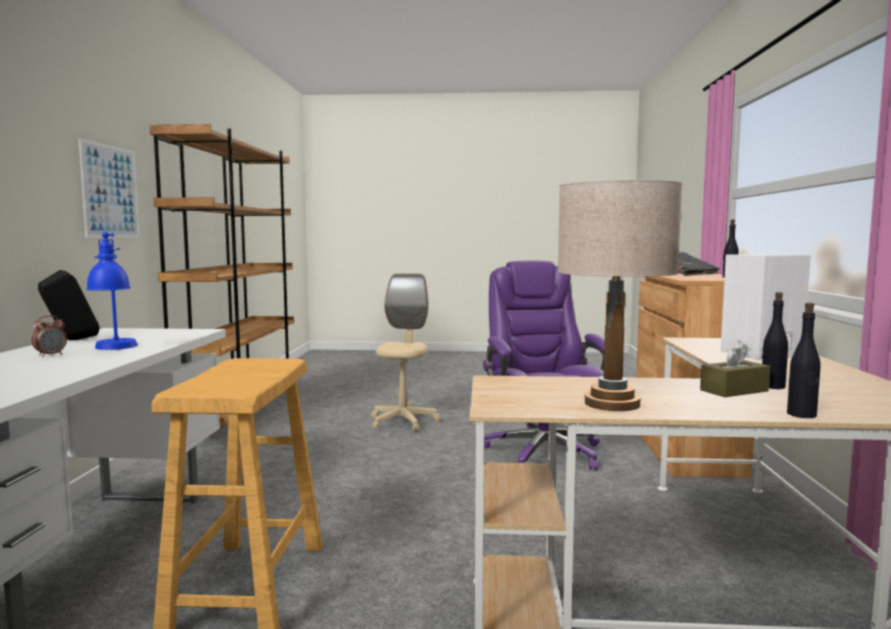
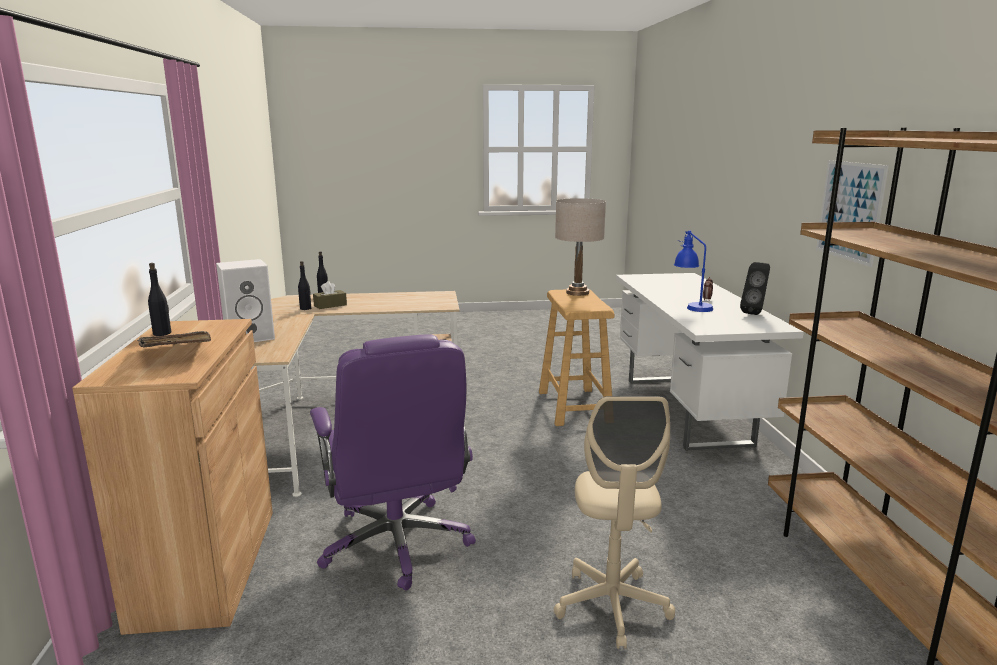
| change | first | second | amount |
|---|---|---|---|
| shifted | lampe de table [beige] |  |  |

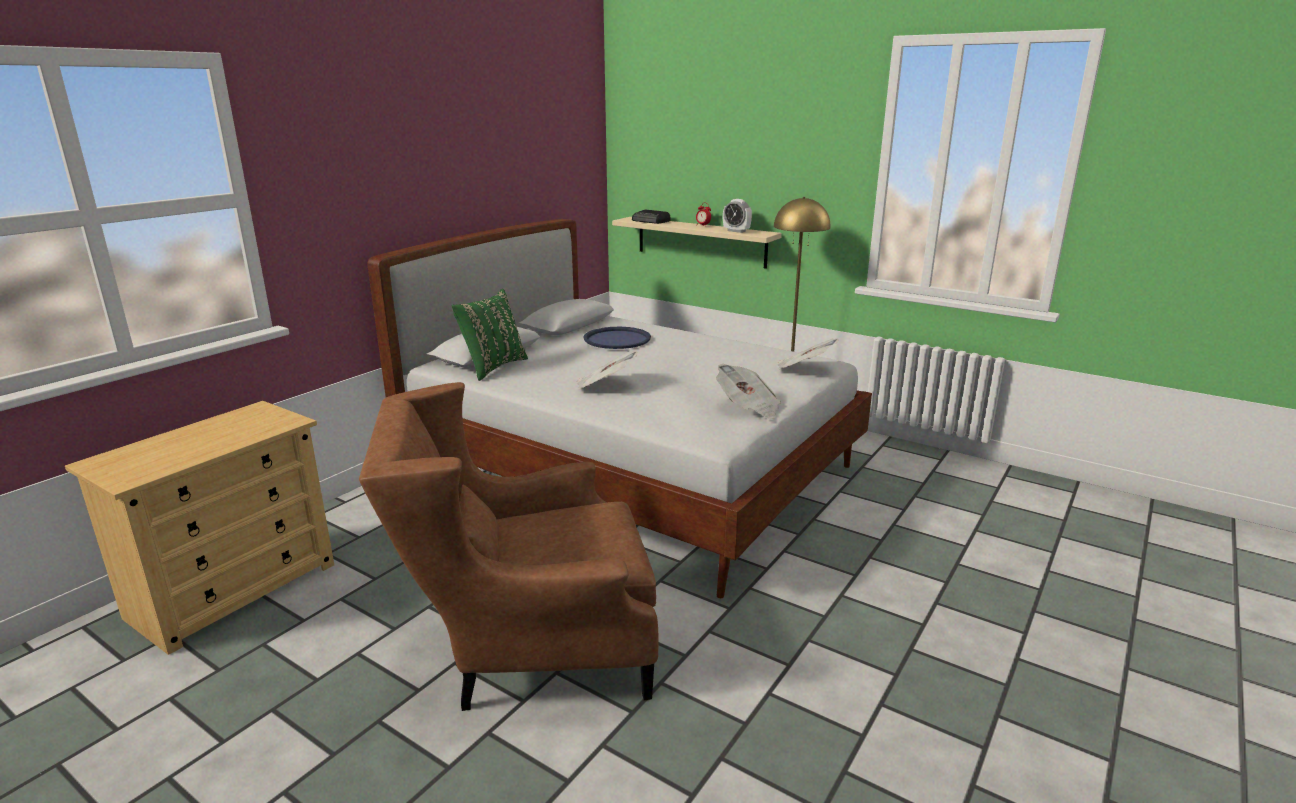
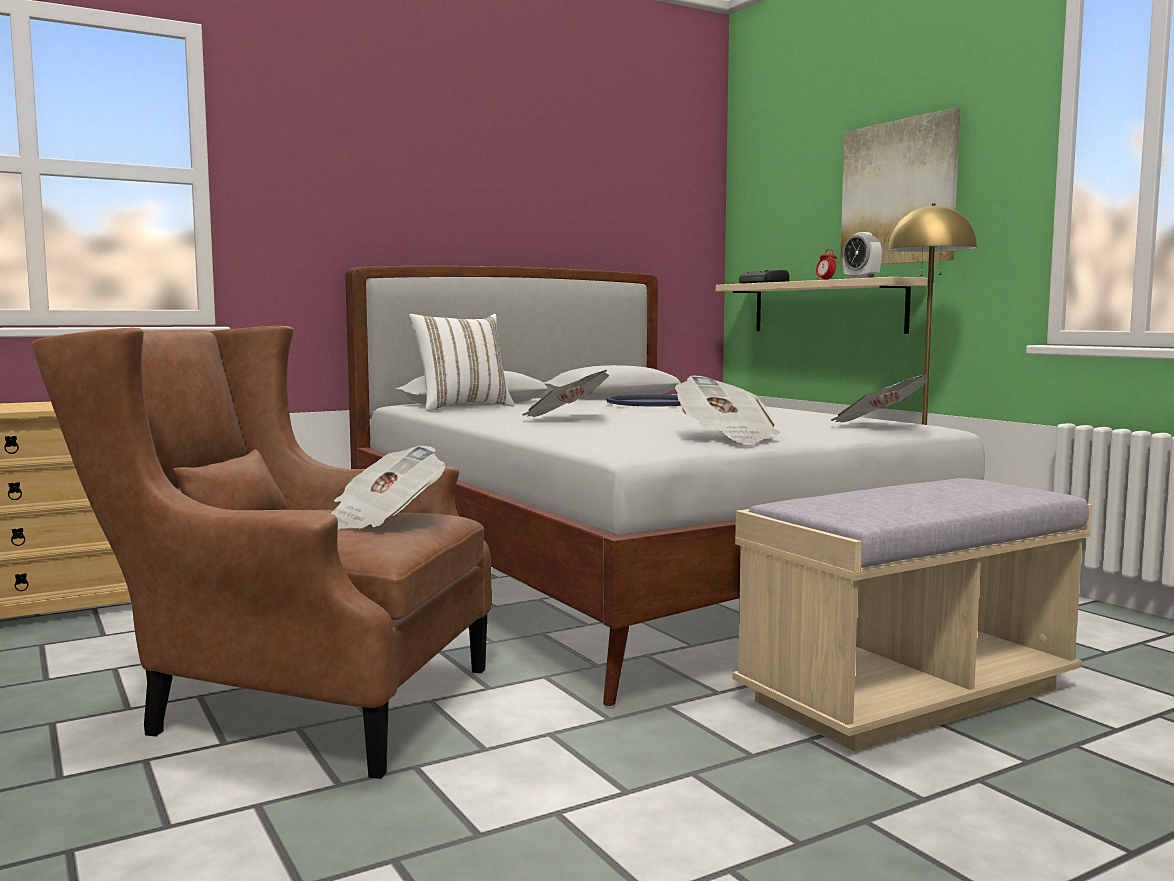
| change | first | second | amount |
|---|---|---|---|
| new |  | journal (no. 1 from left) |  |
| repainted | coussin [vert] | coussin [blanc] |  |
| new |  | banc [beige] |  |
| new |  | tableau |  |

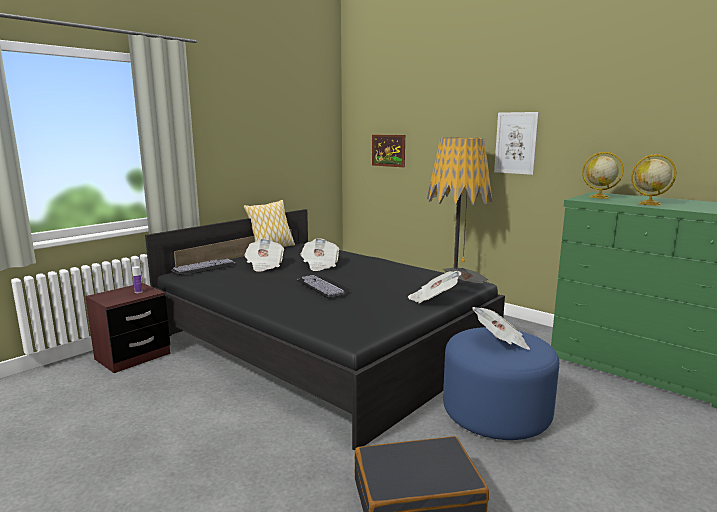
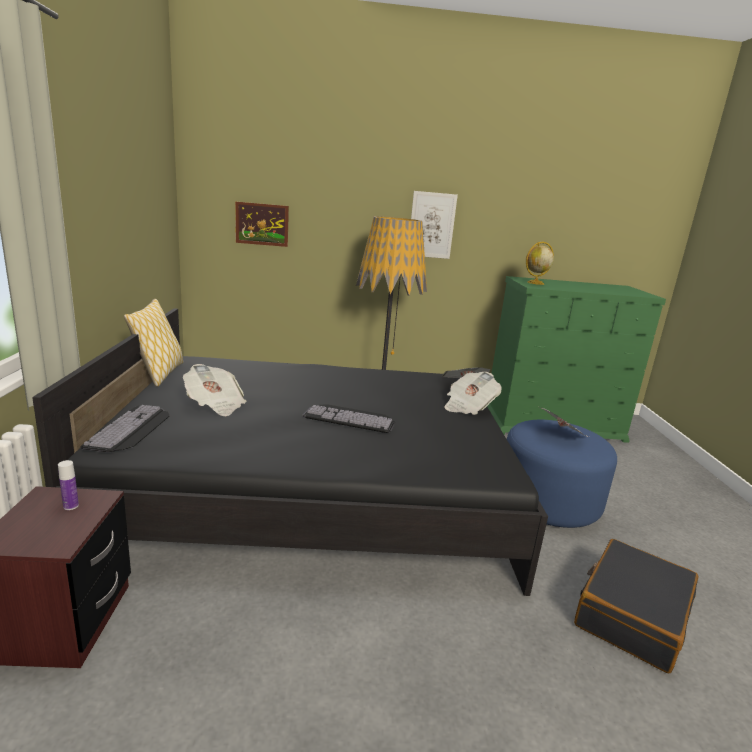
| change | first | second | amount |
|---|---|---|---|
| gone | journal (no. 2 from left) |  |  |
| gone | globe (no. 2 from left) |  |  |

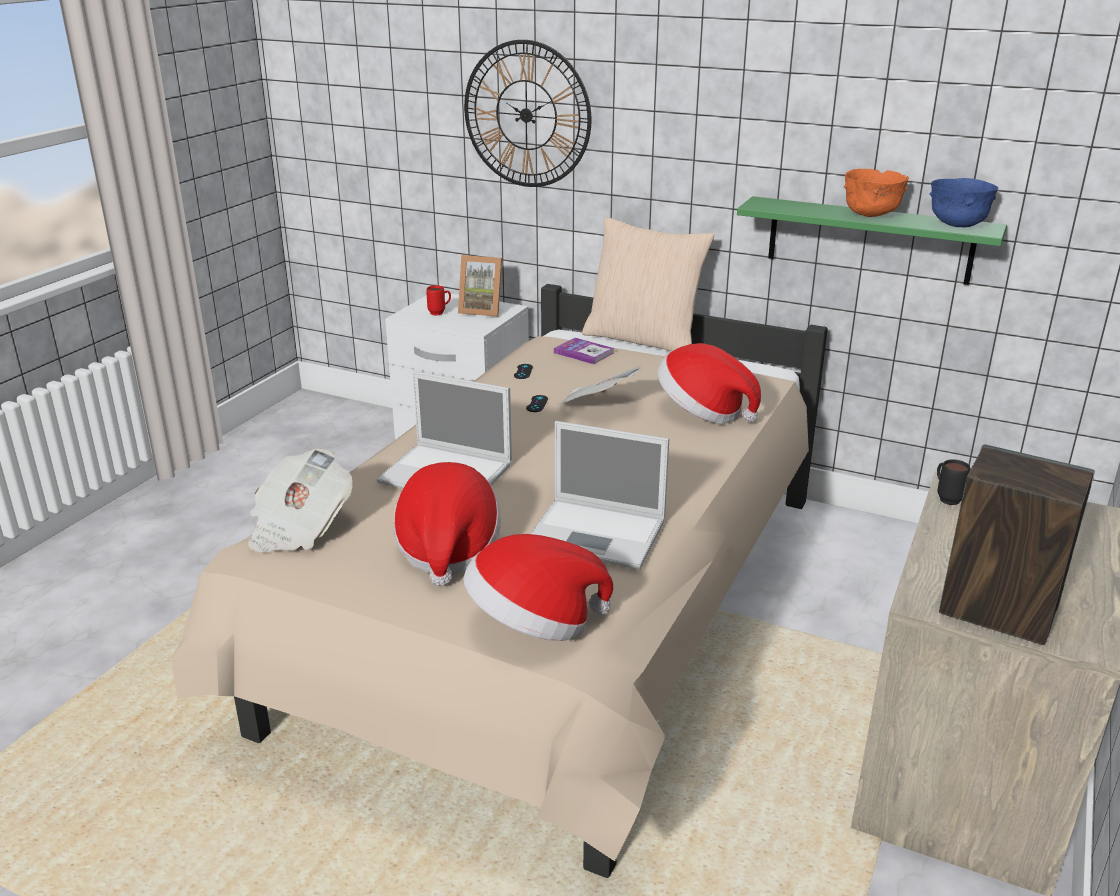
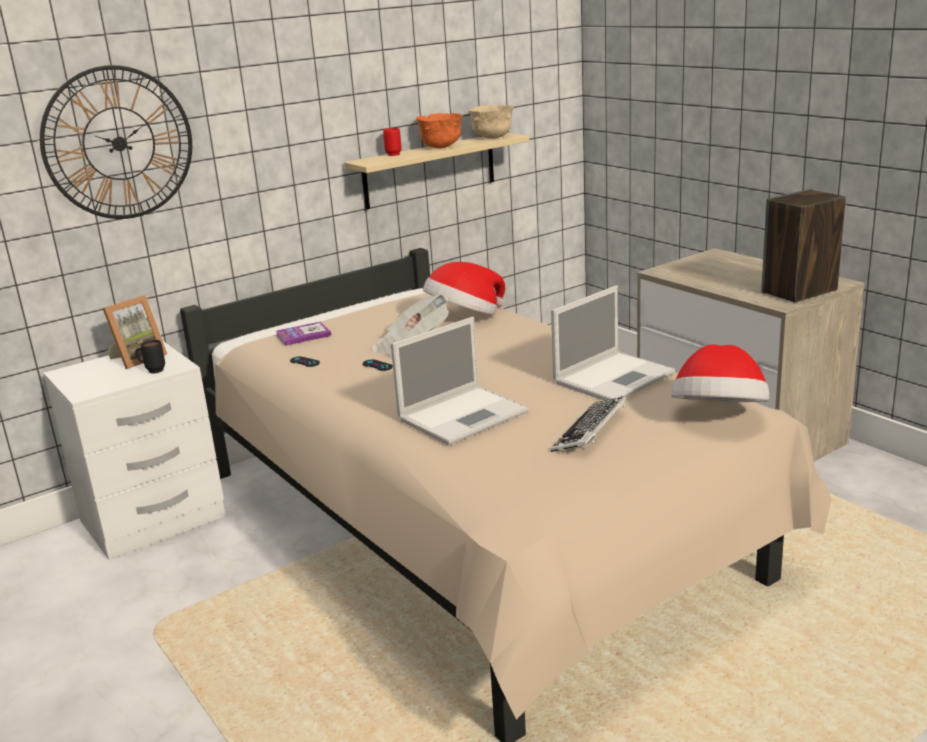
| change | first | second | amount |
|---|---|---|---|
| shifted | mug [noir] |  |  |
| repainted | étagère [vert] | étagère [beige] |  |
| shifted | mug [rouge] |  |  |
| repainted | bol [bleu] | bol [beige] |  |
| swapped | chapeau (no. 1 from left) | clavier |  |
| gone | journal (no. 1 from left) |  |  |
| gone | coussin [beige] |  |  |

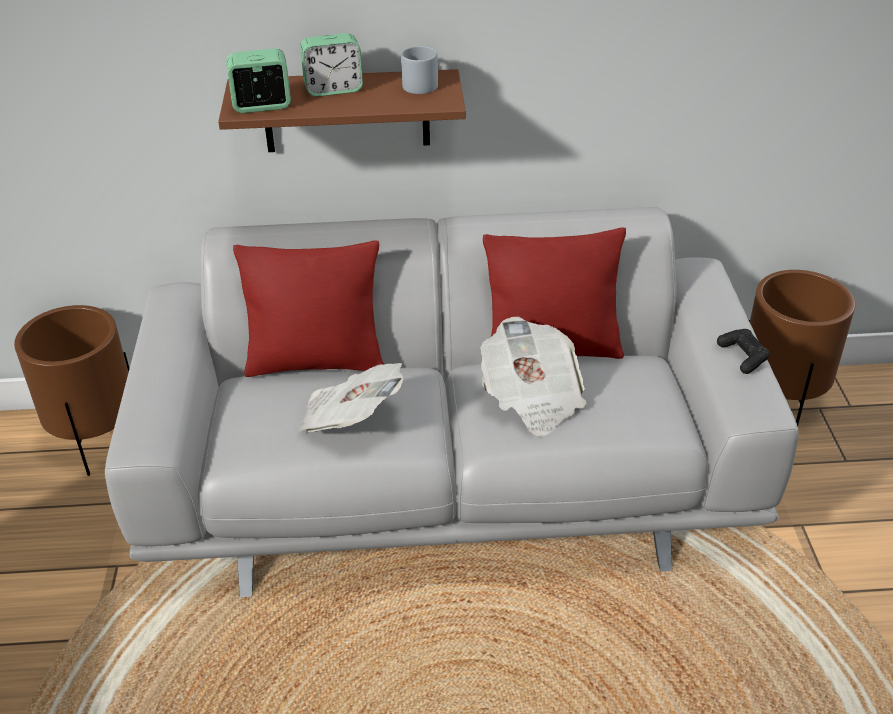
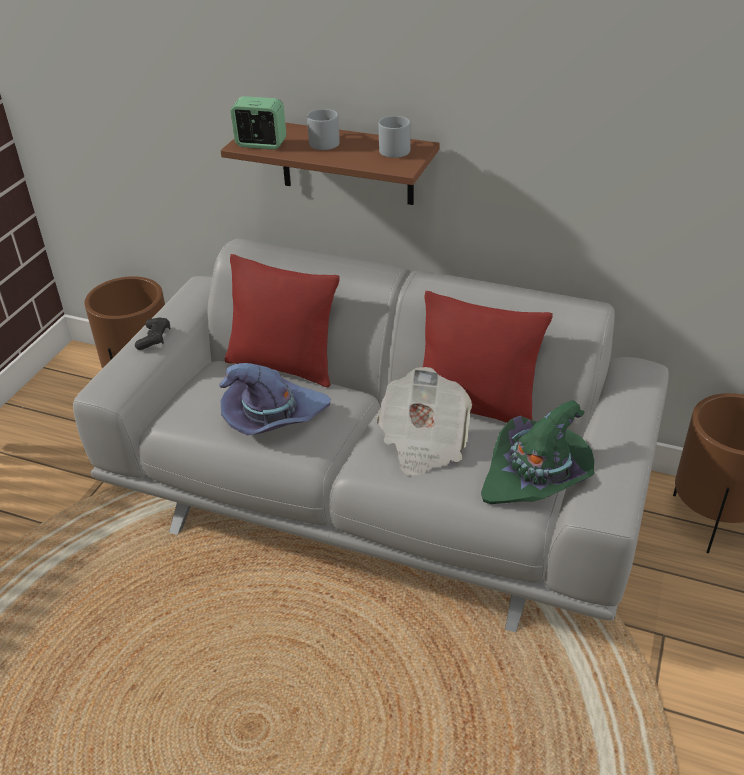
| change | first | second | amount |
|---|---|---|---|
| shifted | manette [noir] |  |  |
| swapped | journal (no. 1 from left) | chapeau [violet] |  |
| swapped | réveil (no. 2 from left) | mug [gris] (no. 1 from left) |  |
| new |  | chapeau [vert] |  |

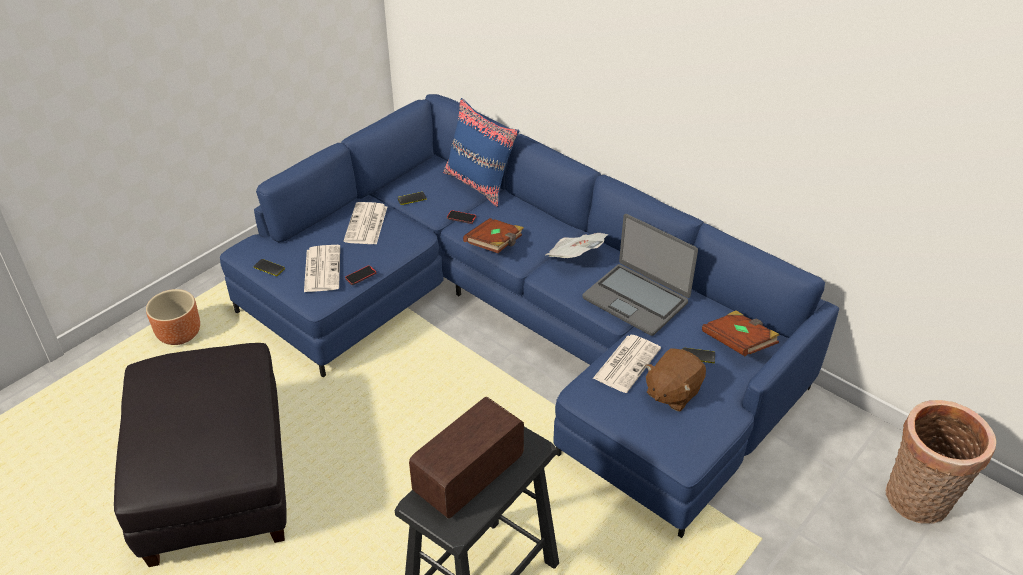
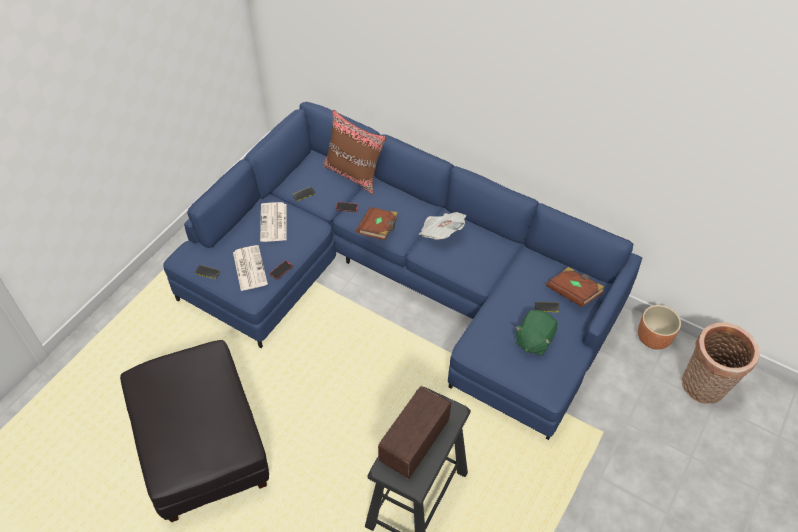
| change | first | second | amount |
|---|---|---|---|
| repainted | coussin [bleu] | coussin [marron] |  |
| repainted | peluche [marron] | peluche [vert] |  |
| shifted | cache-pot [marron] |  |  |
| gone | ordinateur portable |  |  |
| gone | journal (no. 4 from left) |  |  |

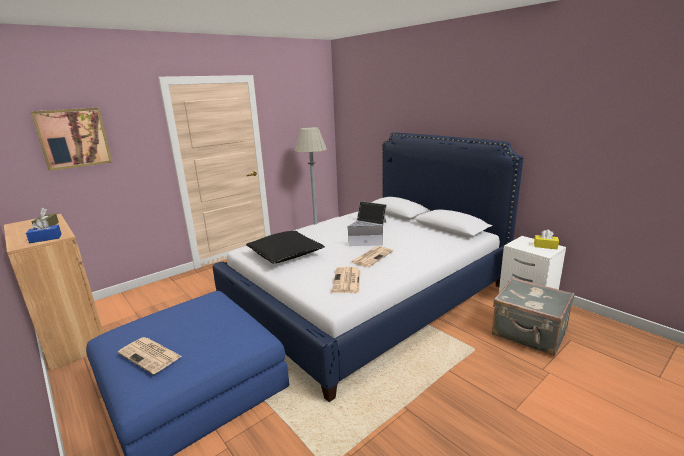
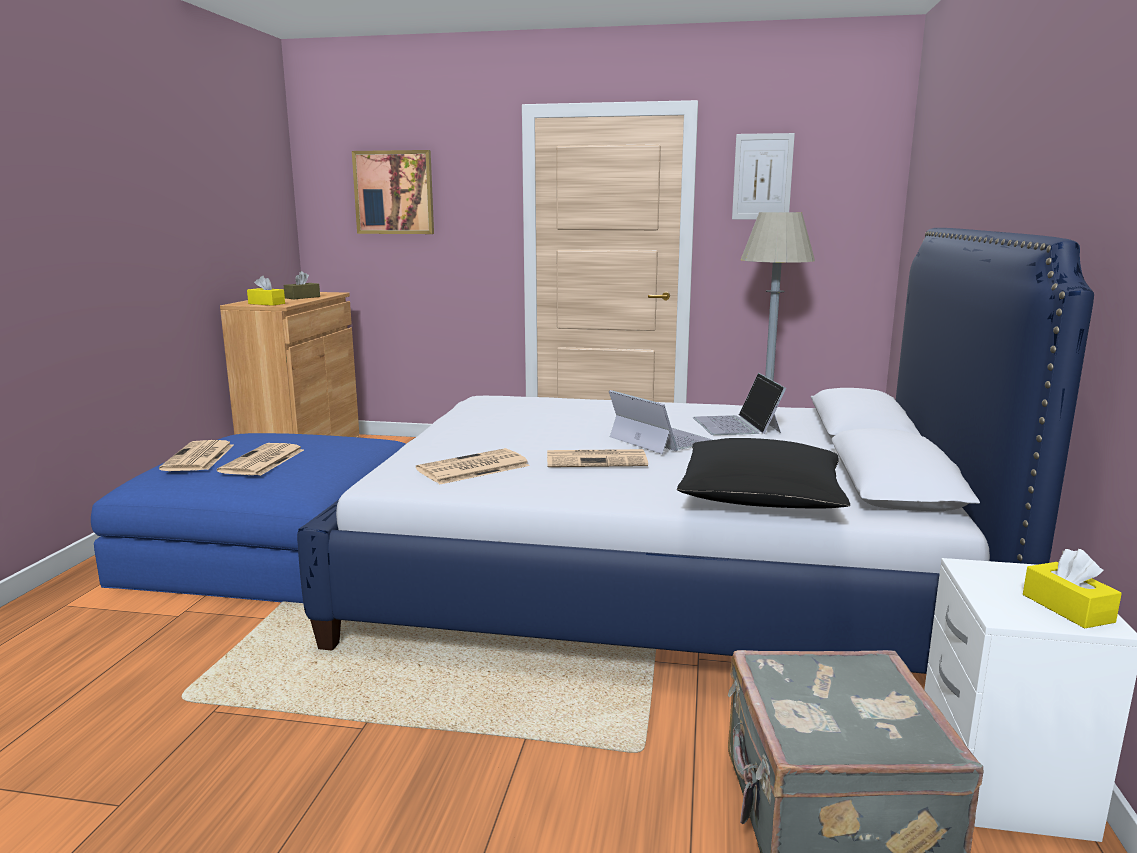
| change | first | second | amount |
|---|---|---|---|
| new |  | journal (no. 2 from left) |  |
| repainted | boîte à mouchoirs [bleu] | boîte à mouchoirs [jaune] (no. 1 from left) |  |
| shifted | coussin [noir] |  |  |
| new |  | tableau (no. 2 from left) |  |

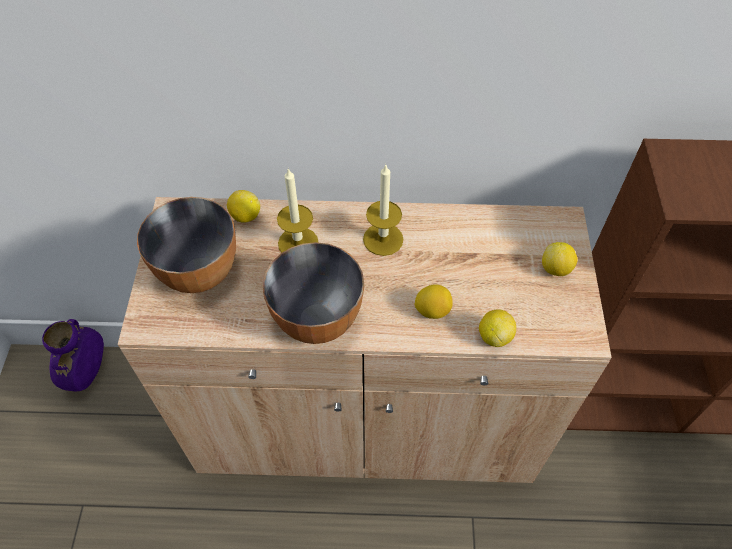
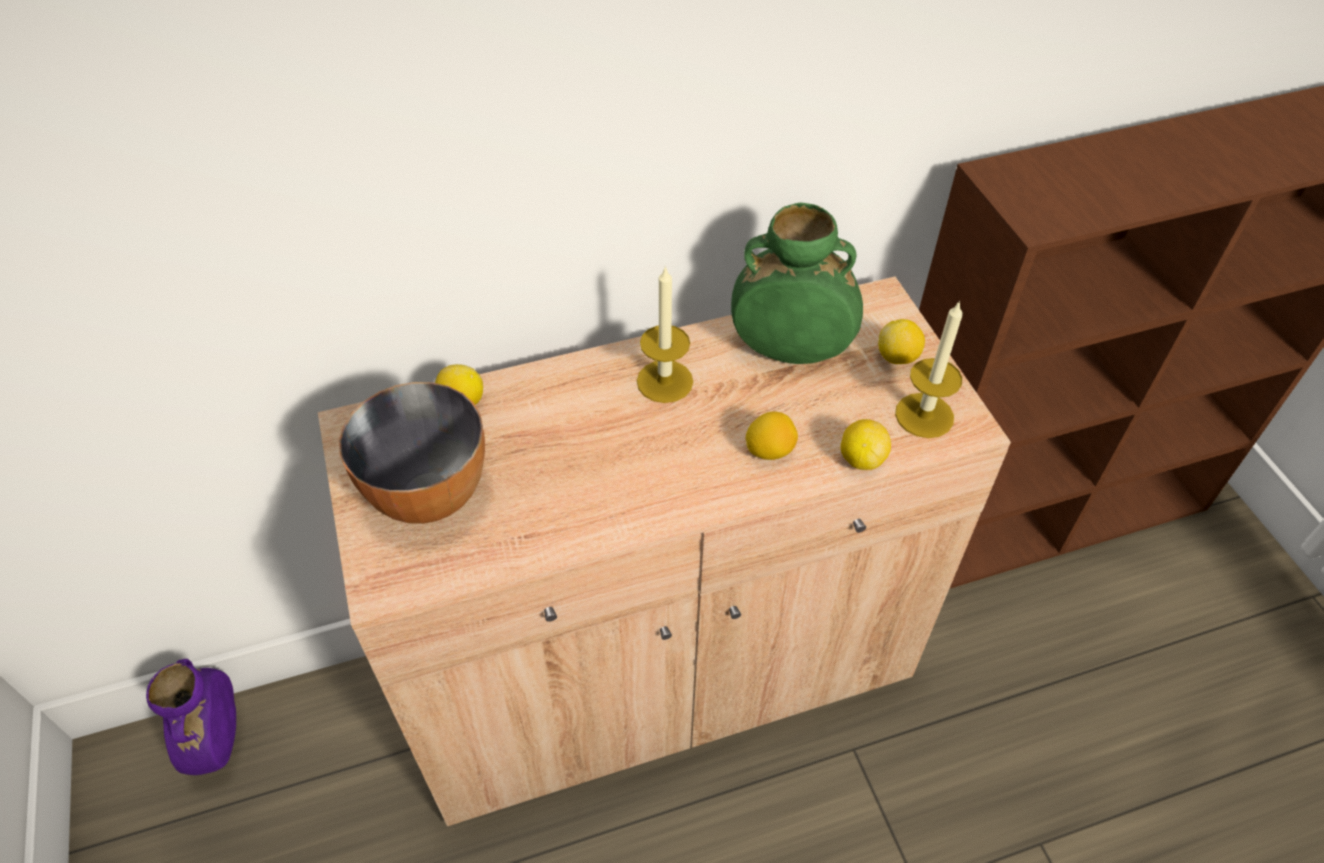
| change | first | second | amount |
|---|---|---|---|
| new |  | vase [vert] |  |
| shifted | bougie (no. 1 from left in the first image) | bougie (no. 2 from left) |  |
| gone | bol (no. 2 from left) |  |  |

